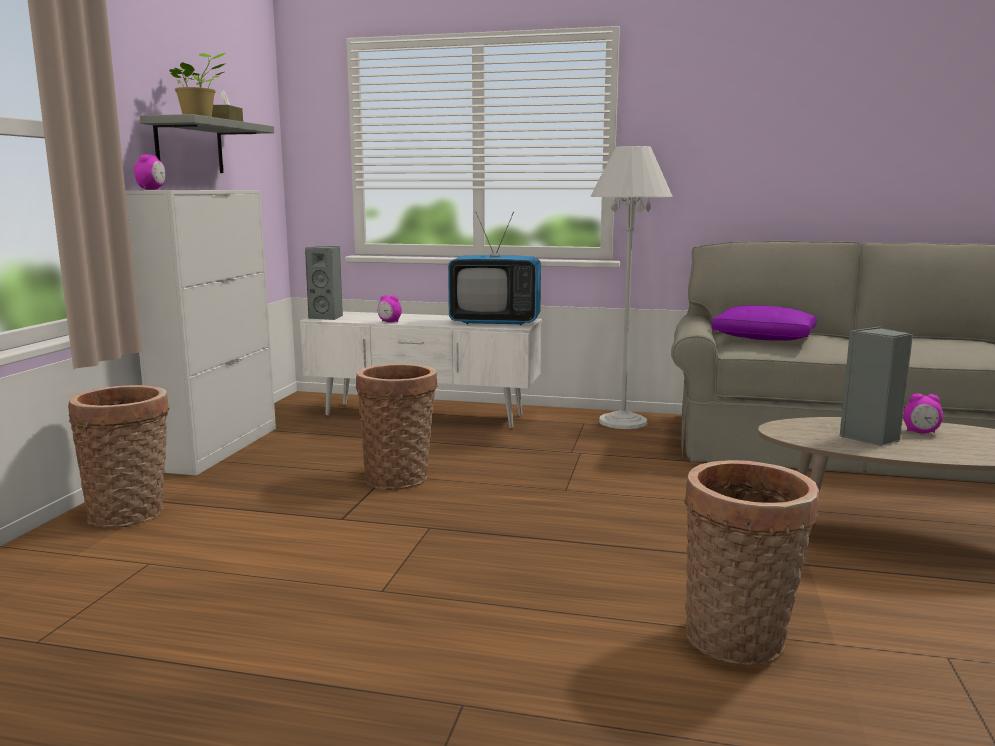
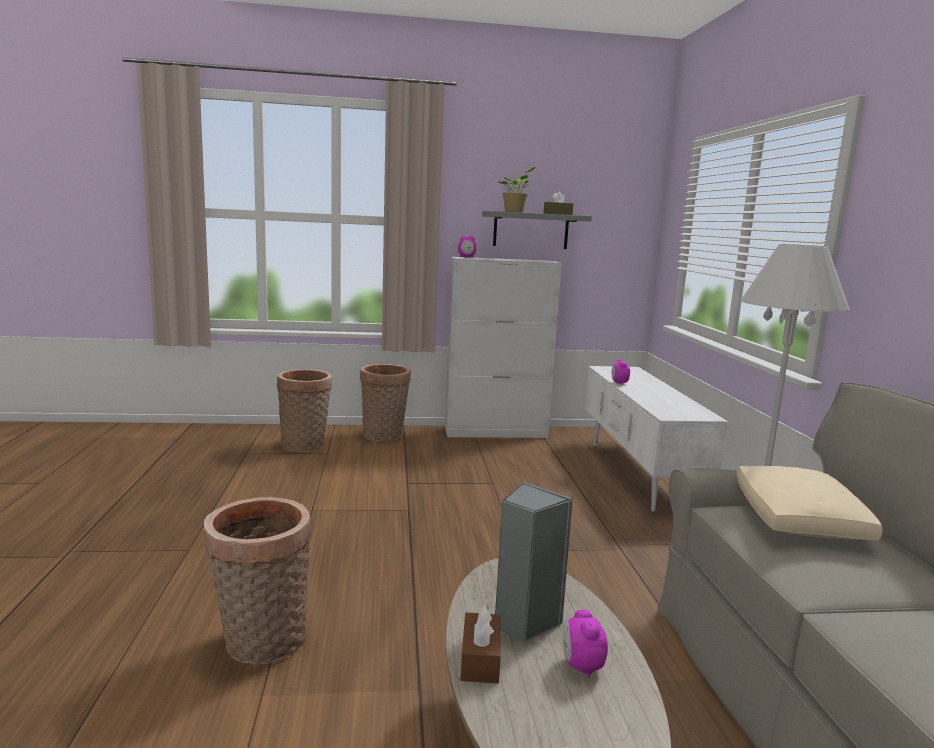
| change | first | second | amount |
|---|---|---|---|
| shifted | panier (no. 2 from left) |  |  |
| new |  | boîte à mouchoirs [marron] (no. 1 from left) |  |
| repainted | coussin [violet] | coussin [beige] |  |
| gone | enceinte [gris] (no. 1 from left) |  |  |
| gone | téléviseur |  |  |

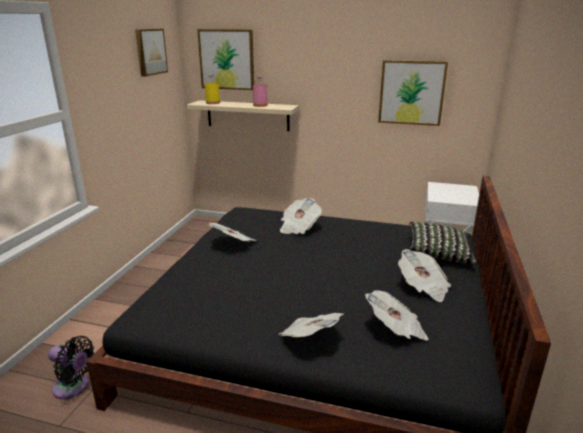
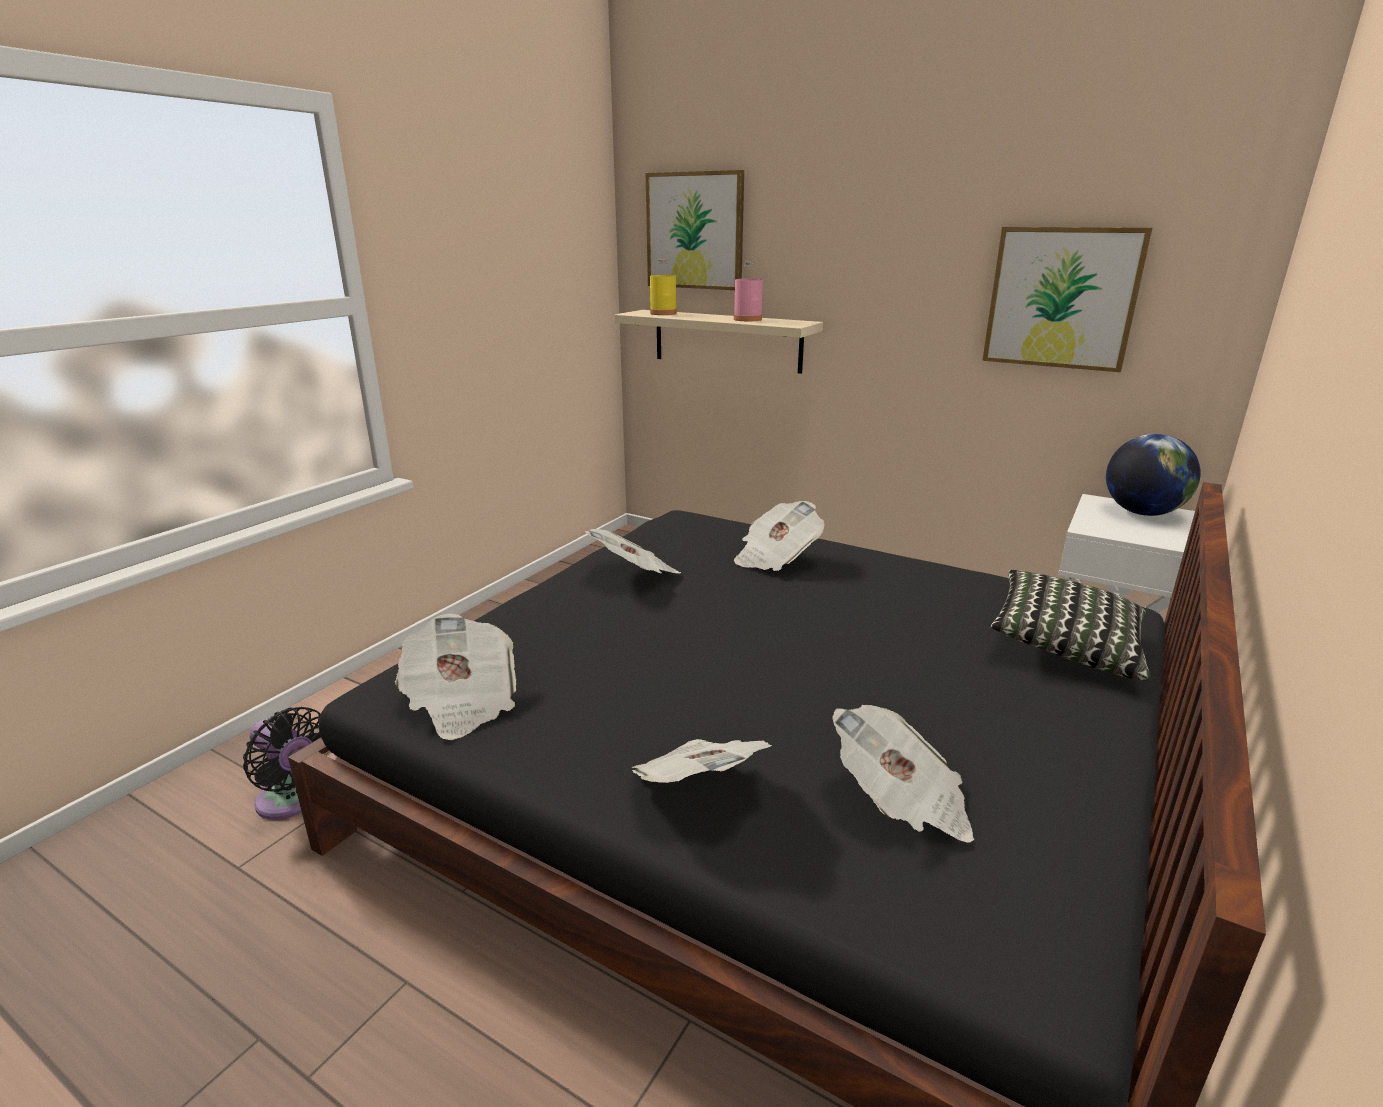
| change | first | second | amount |
|---|---|---|---|
| shifted | journal (no. 5 from left in the first image) | journal (no. 1 from left) |  |
| new |  | globe |  |
| gone | tableau (no. 1 from left) |  |  |

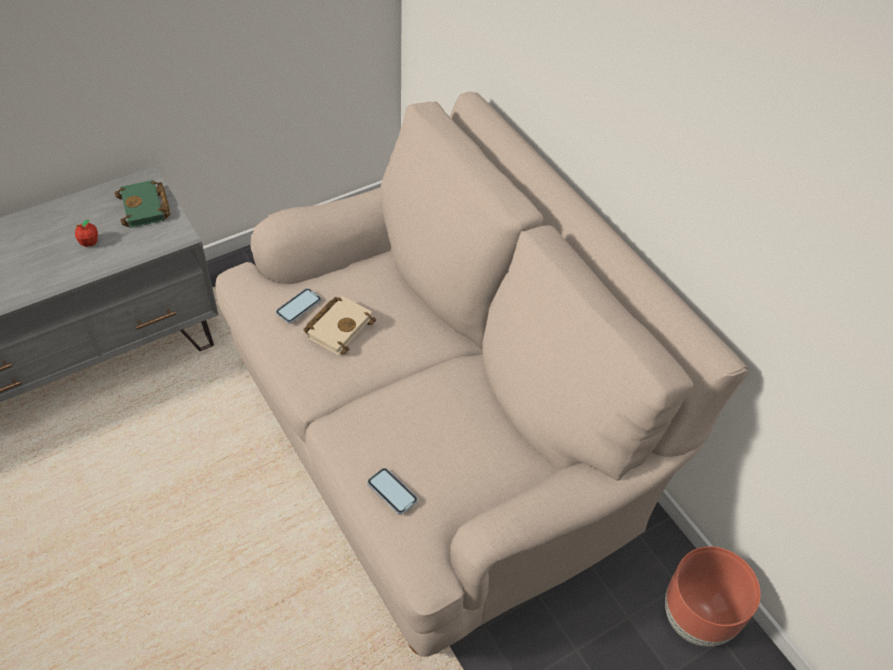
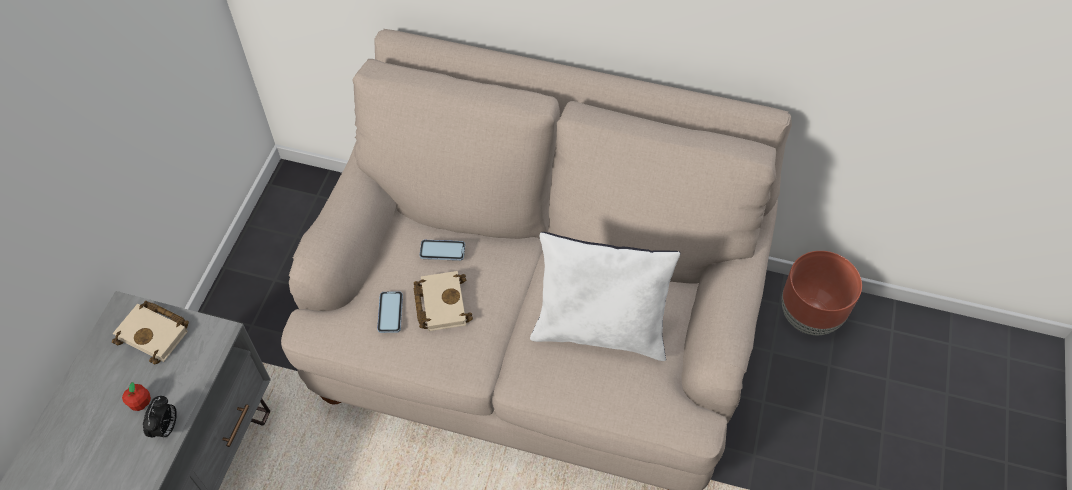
| change | first | second | amount |
|---|---|---|---|
| repainted | livre [vert] | livre [beige] (no. 1 from left) |  |
| new |  | réveil |  |
| shifted | téléphone (no. 2 from left) |  |  |
| new |  | coussin [blanc] |  |

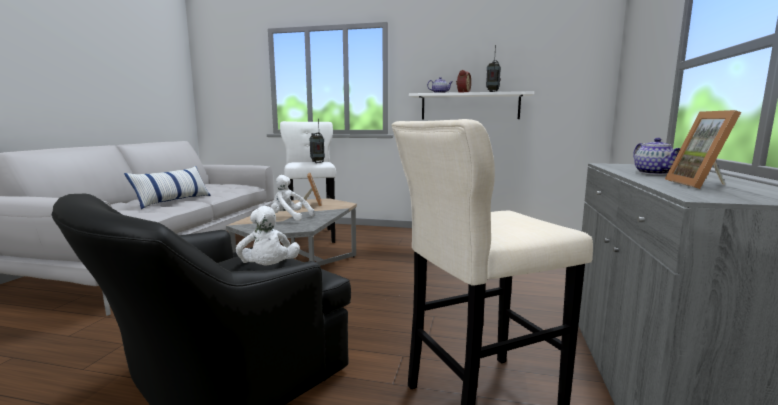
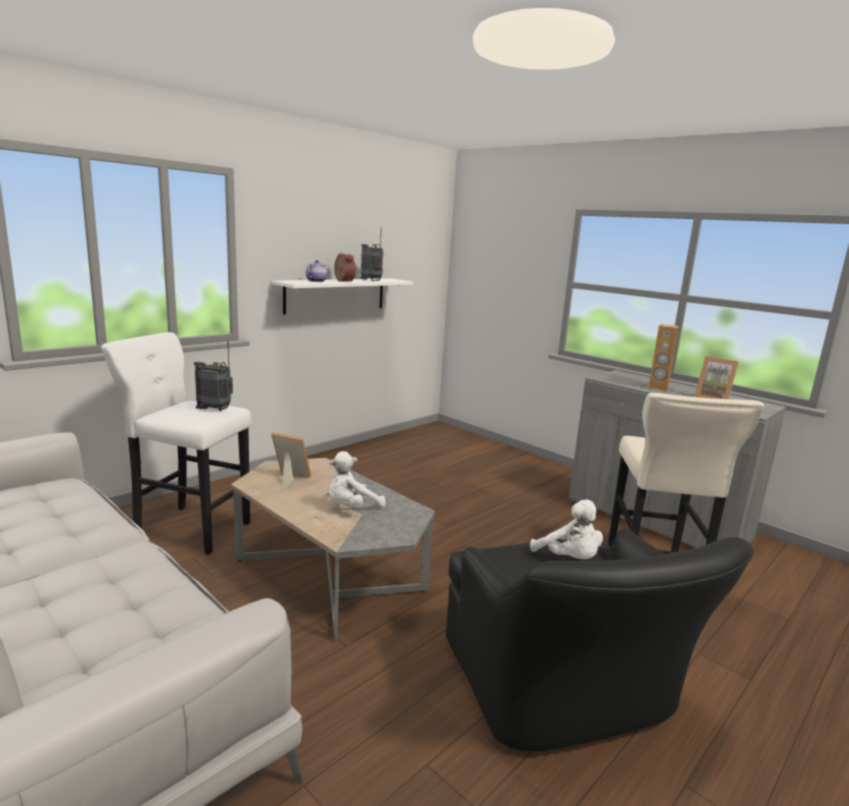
| change | first | second | amount |
|---|---|---|---|
| rotated | peluche [blanc] (no. 1 from left in the first image) | peluche [blanc] (no. 2 from left) | 45 degrees clockwise |
| swapped | théière (no. 2 from left) | enceinte [marron] |  |
| gone | coussin |  |  |

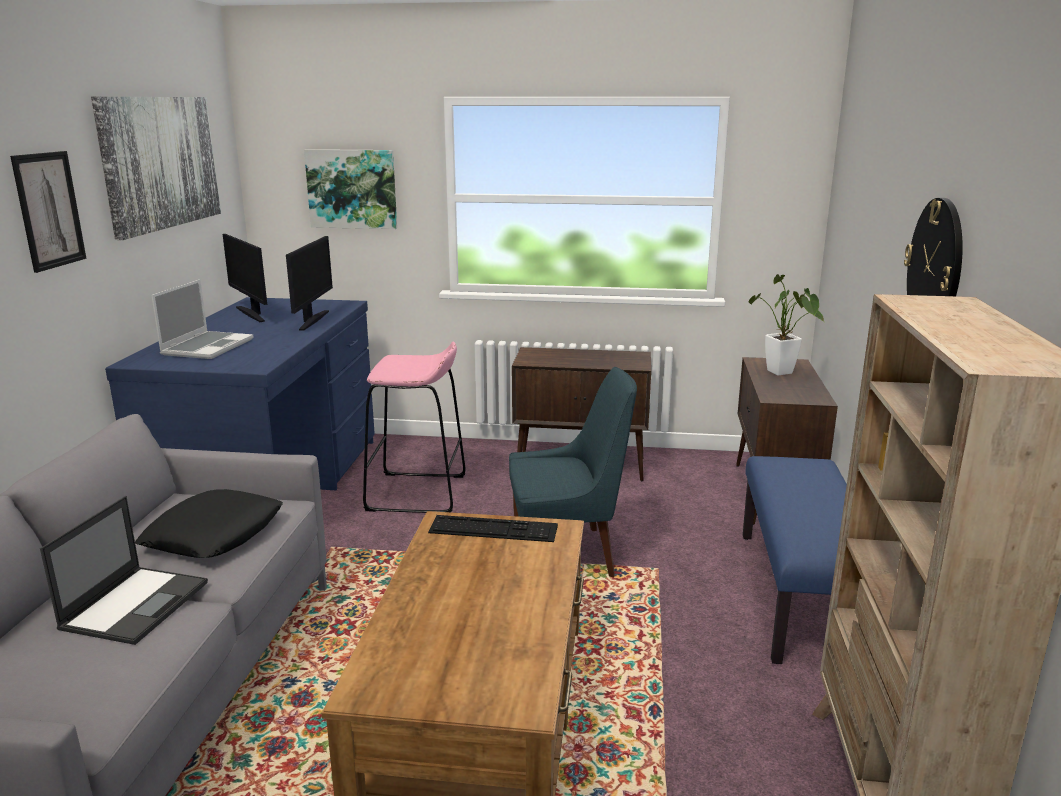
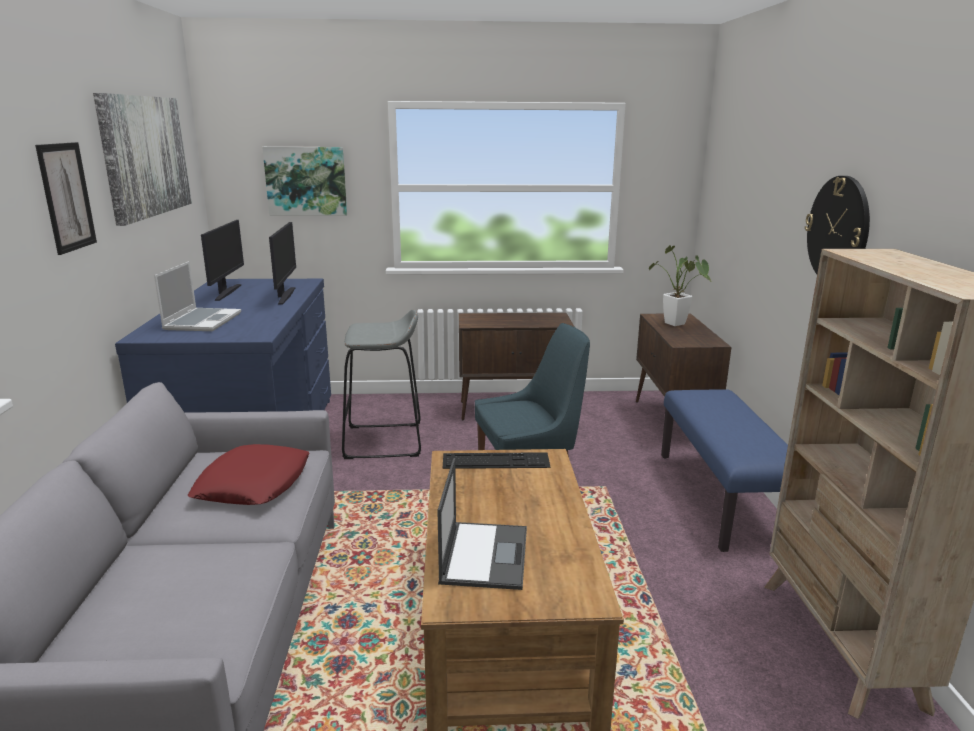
| change | first | second | amount |
|---|---|---|---|
| repainted | coussin [noir] | coussin [rouge] |  |
| rotated | écran d'ordinateur (no. 1 from left) |  | 135 degrees counterclockwise |
| repainted | tabouret [rose] | tabouret [gris] |  |
| shifted | ordinateur portable (no. 1 from left in the first image) | ordinateur portable (no. 2 from left) |  |

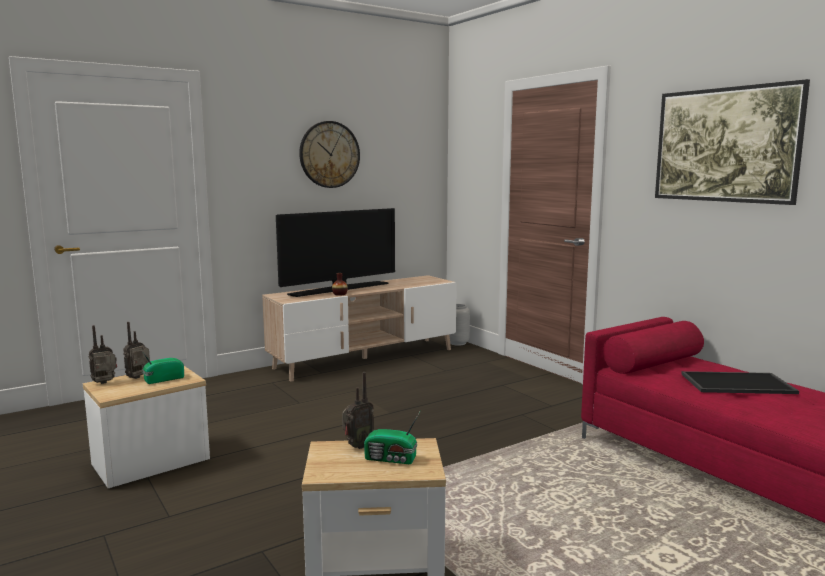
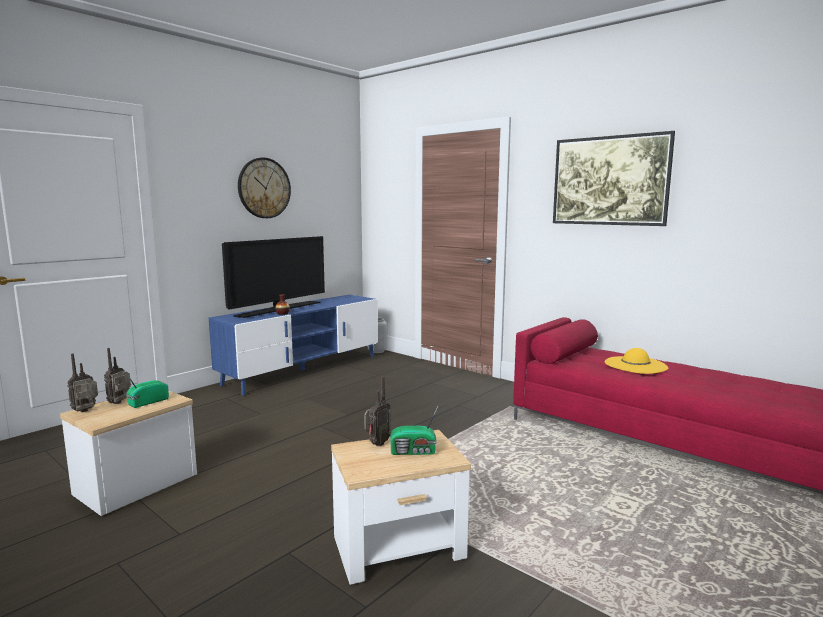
| change | first | second | amount |
|---|---|---|---|
| repainted | meuble télé [beige] | meuble télé [bleu] |  |
| swapped | plateau | chapeau [jaune] |  |

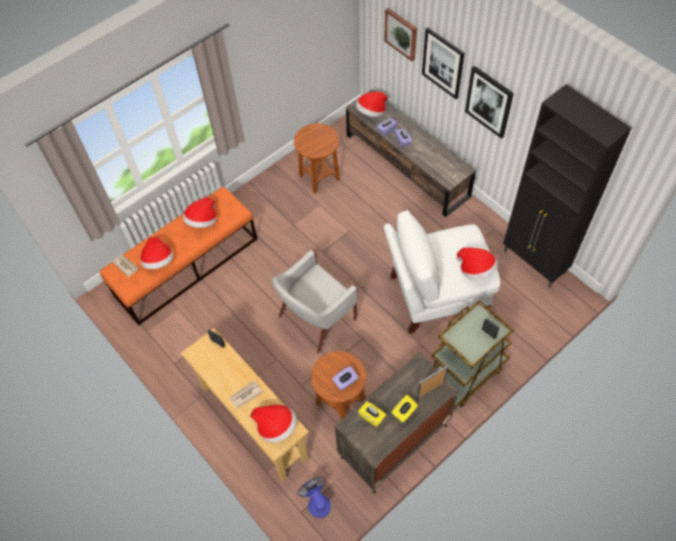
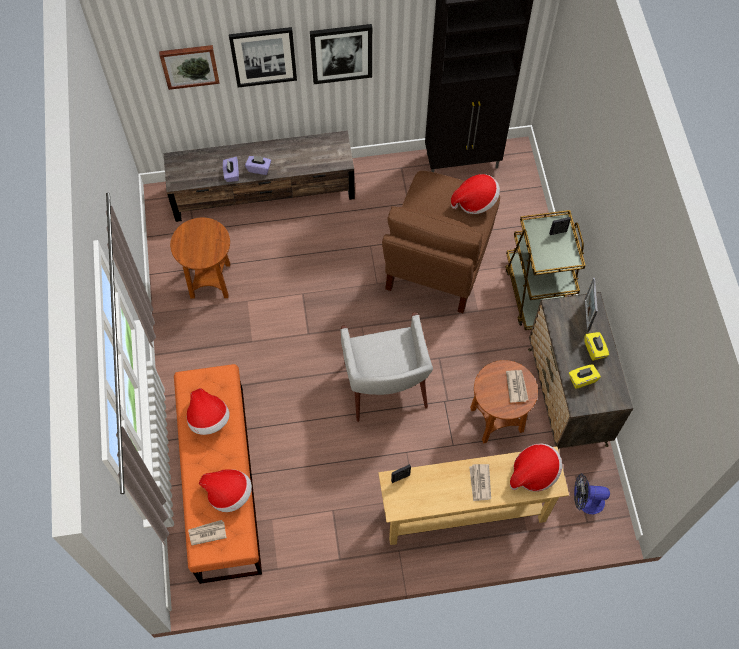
| change | first | second | amount |
|---|---|---|---|
| repainted | fauteuil [blanc] (no. 2 from left) | fauteuil [marron] |  |
| swapped | boîte à mouchoirs [violet] (no. 1 from left) | journal (no. 3 from left) |  |
| gone | chapeau (no. 4 from left) |  |  |

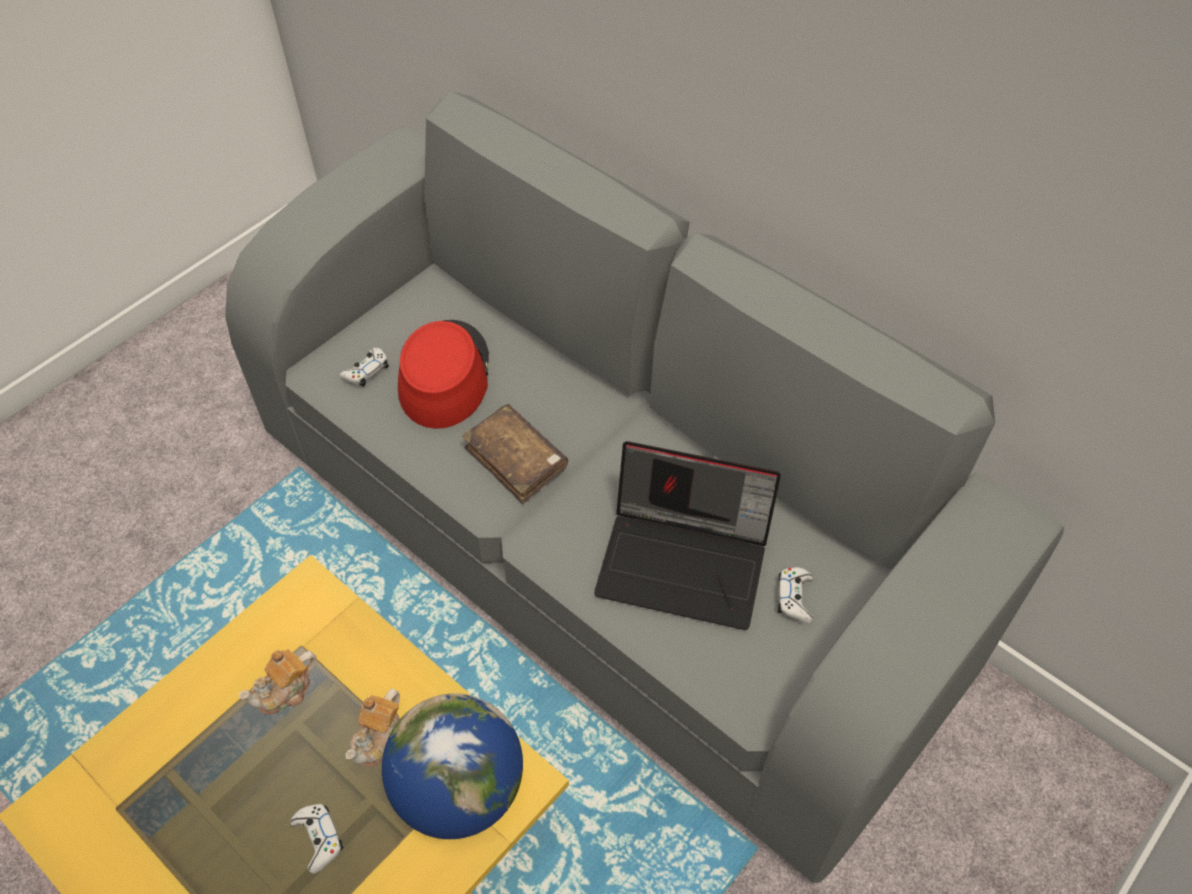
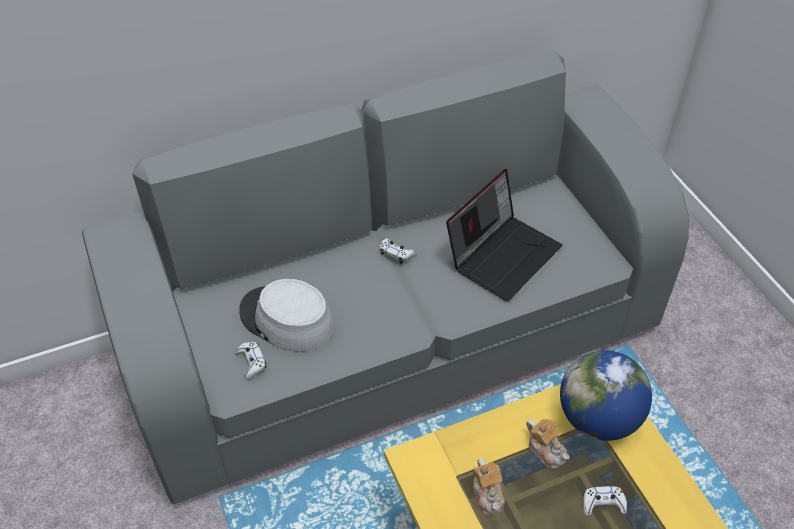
| change | first | second | amount |
|---|---|---|---|
| repainted | chapeau [rouge] | chapeau [gris] |  |
| shifted | manette [blanc] (no. 3 from left in the first image) | manette [blanc] (no. 2 from left) |  |
| gone | livre [marron] |  |  |

